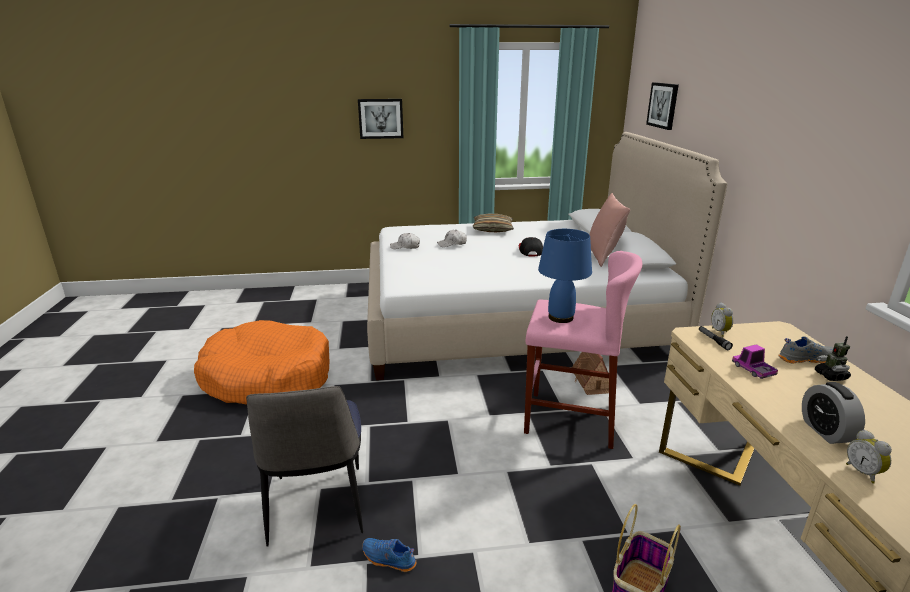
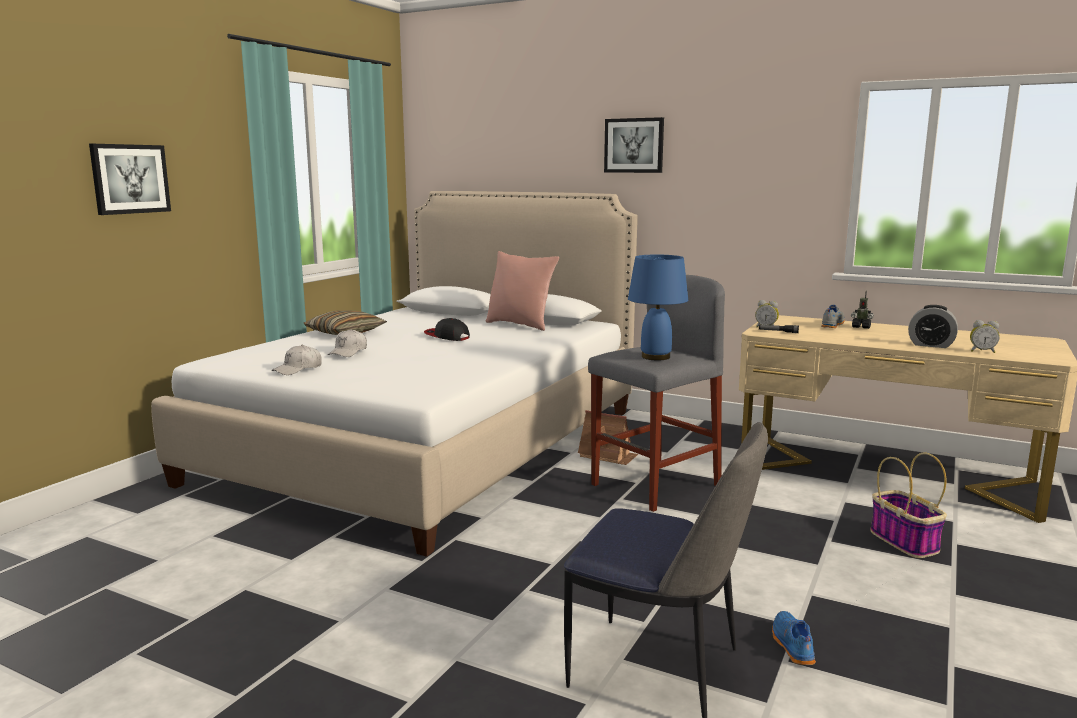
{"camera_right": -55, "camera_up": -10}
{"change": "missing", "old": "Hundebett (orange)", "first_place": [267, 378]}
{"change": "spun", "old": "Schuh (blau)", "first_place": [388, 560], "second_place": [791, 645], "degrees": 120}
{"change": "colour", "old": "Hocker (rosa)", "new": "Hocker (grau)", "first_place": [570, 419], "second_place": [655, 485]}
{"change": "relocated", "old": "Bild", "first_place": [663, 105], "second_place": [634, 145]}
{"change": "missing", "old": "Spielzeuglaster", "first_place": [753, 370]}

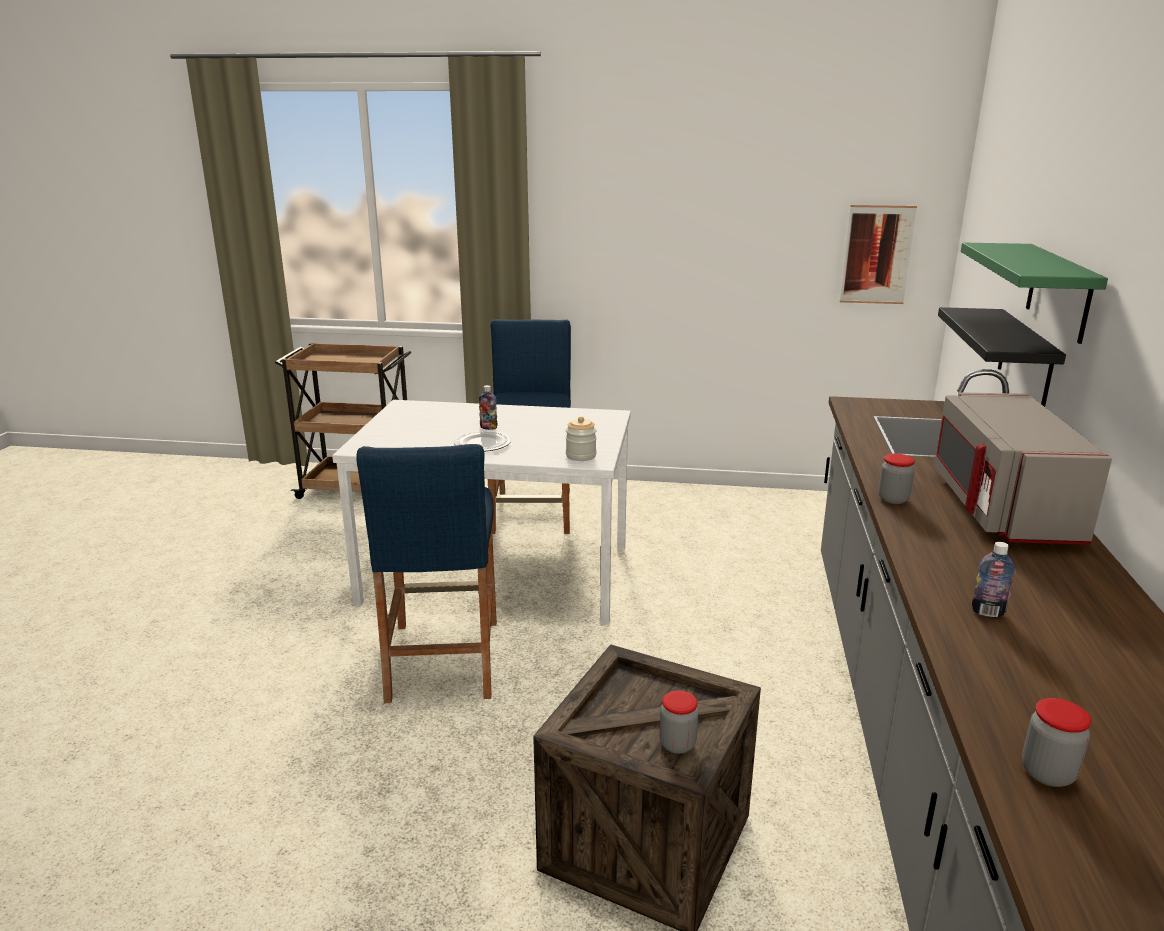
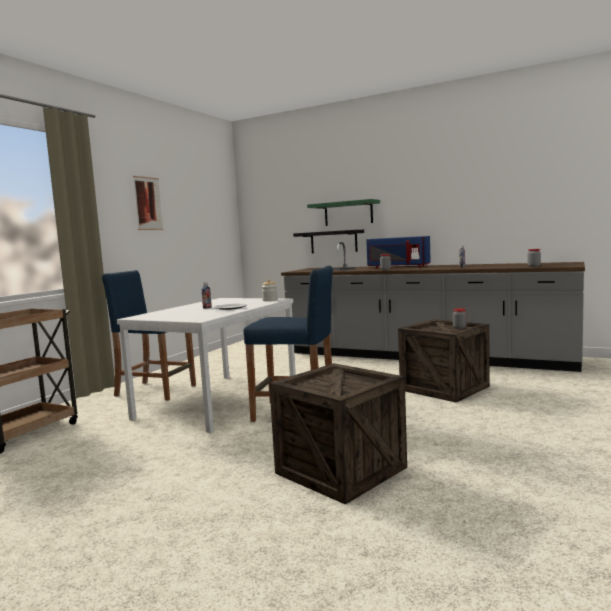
{"camera_right": -70, "camera_up": -15}
{"change": "relocated", "old": "Bild", "first_place": [877, 255], "second_place": [148, 203]}
{"change": "colour", "old": "Mikrowelle (grau)", "new": "Mikrowelle (blau)", "first_place": [1000, 507], "second_place": [398, 267]}
{"change": "appeared", "new": "Kiste", "second_place": [341, 470]}

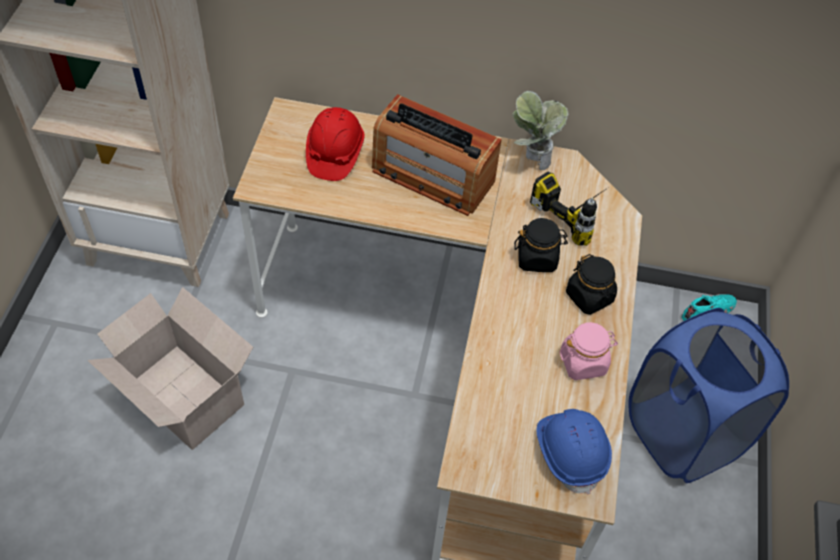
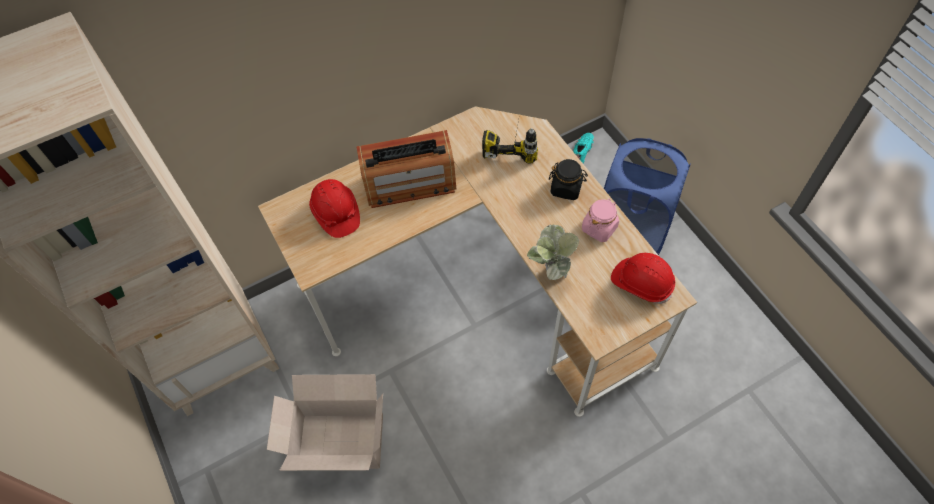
{"camera_right": -35, "camera_up": 5}
{"change": "relocated", "old": "Topfpflanze", "first_place": [531, 159], "second_place": [551, 274]}
{"change": "missing", "old": "Vorratsglas (schwarz)", "first_place": [537, 258]}
{"change": "colour", "old": "Schutzhelm (blau)", "new": "Schutzhelm (rot)", "first_place": [570, 452], "second_place": [641, 283]}

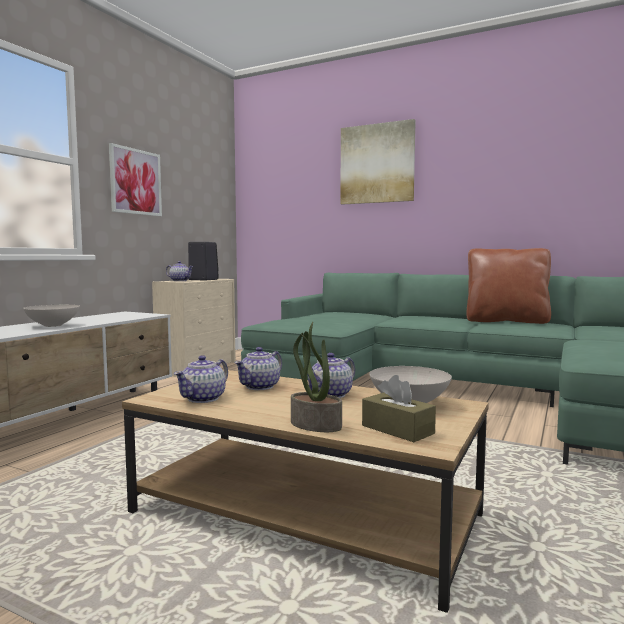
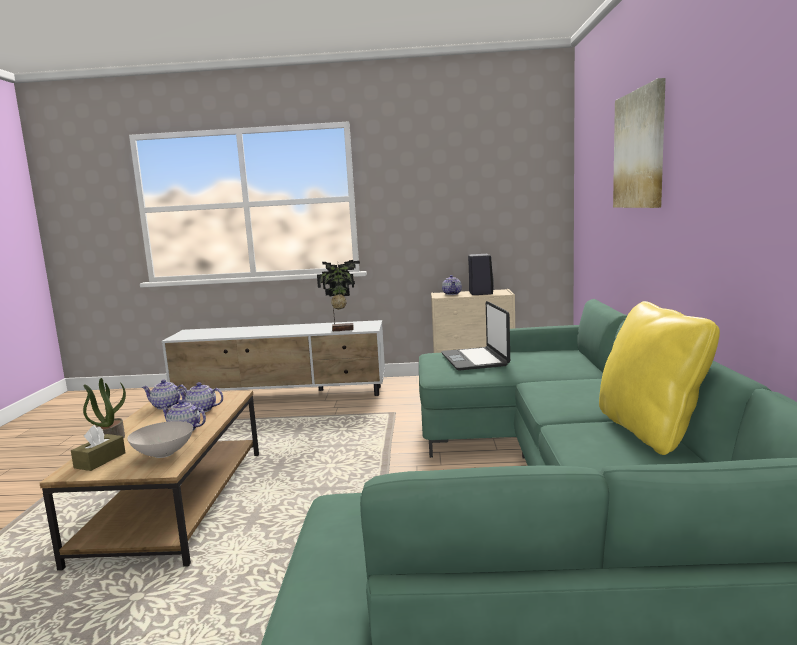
{"camera_right": 65, "camera_up": 5}
{"change": "missing", "old": "Schüssel (weiß)", "first_place": [52, 325]}
{"change": "missing", "old": "Bild", "first_place": [135, 182]}
{"change": "colour", "old": "Kissen (braun)", "new": "Kissen (gelb)", "first_place": [506, 321], "second_place": [650, 431]}
{"change": "appeared", "new": "Topfpflanze", "second_place": [342, 329]}
{"change": "appeared", "new": "Laptop", "second_place": [475, 360]}

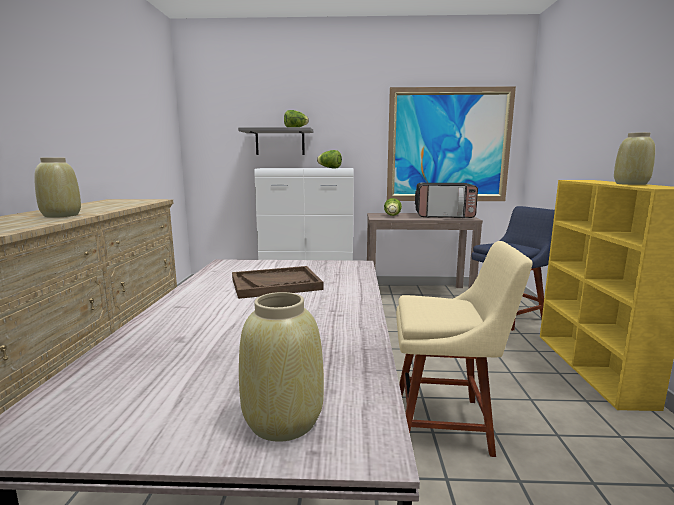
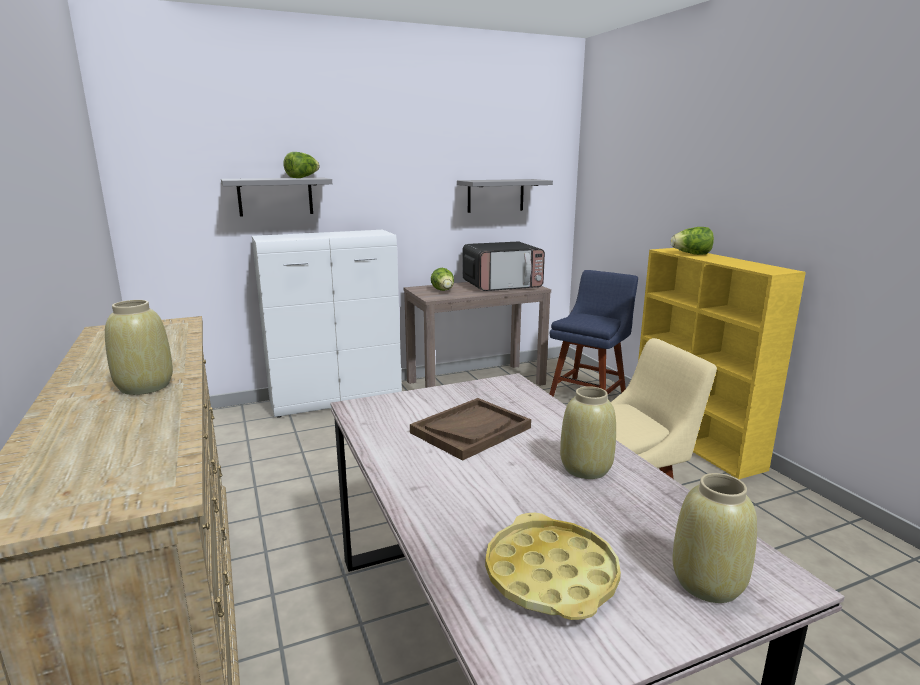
{"camera_right": -25, "camera_up": 5}
{"change": "relocated", "old": "Salatkopf", "first_place": [329, 168], "second_place": [691, 254]}
{"change": "exchanged", "old": "Bild", "new": "Wandregal (grau)", "first_place": [448, 145], "second_place": [495, 195]}
{"change": "relocated", "old": "Vase (beige)", "first_place": [631, 184], "second_place": [586, 469]}
{"change": "appeared", "new": "Tablett (gelb)", "second_place": [550, 575]}

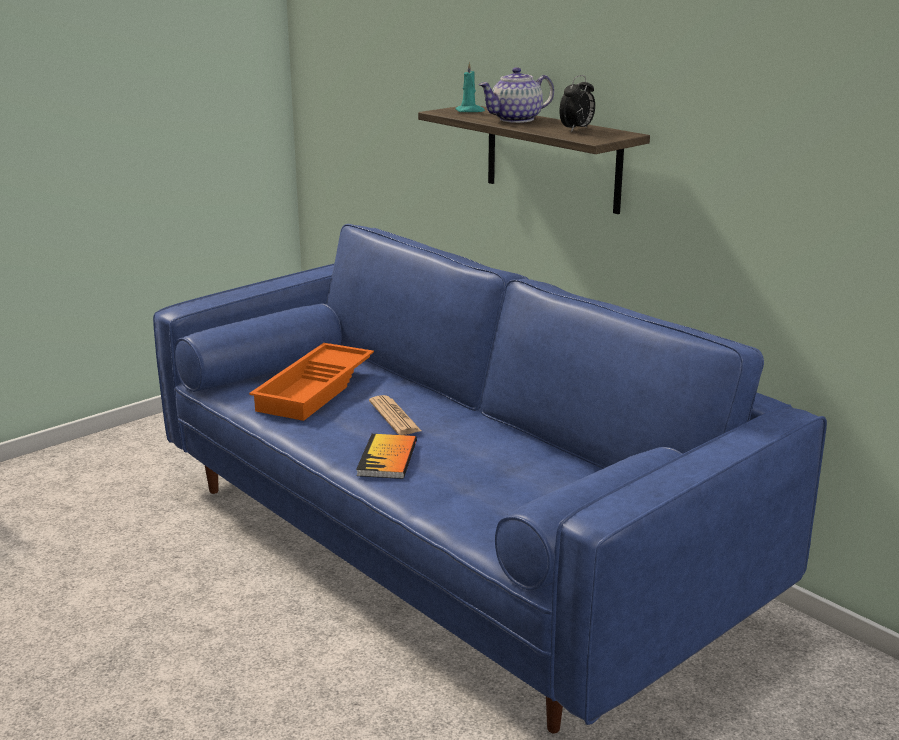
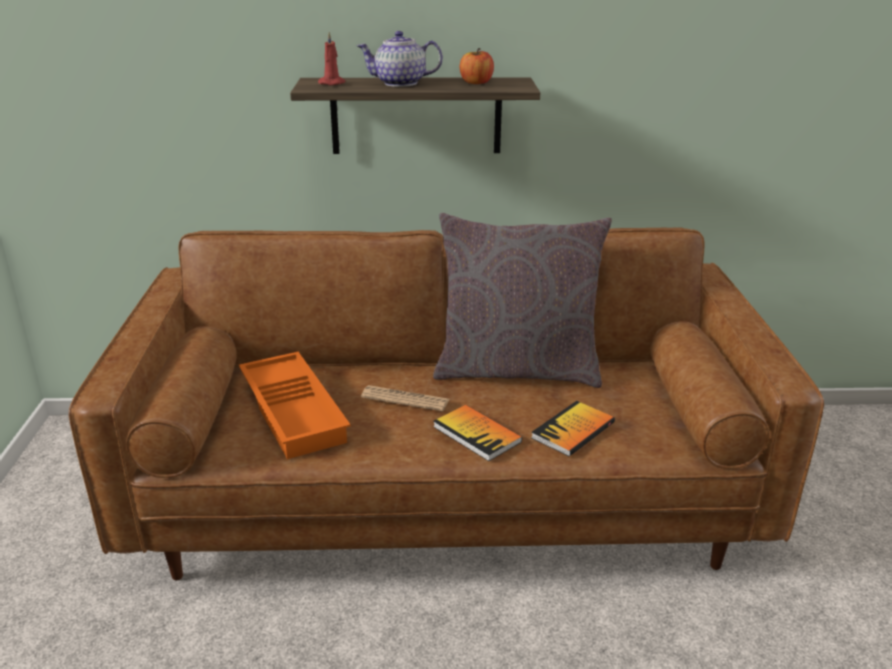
{"camera_right": -50, "camera_up": 5}
{"change": "colour", "old": "Sofa (blau)", "new": "Sofa (braun)", "first_place": [449, 545], "second_place": [445, 492]}
{"change": "colour", "old": "Kerze (türkis)", "new": "Kerze (rot)", "first_place": [470, 111], "second_place": [332, 83]}
{"change": "spun", "old": "Teekanne", "first_place": [516, 119], "second_place": [399, 83], "degrees": 75}
{"change": "exchanged", "old": "Wecker", "new": "Apfel", "first_place": [576, 130], "second_place": [476, 82]}
{"change": "appeared", "new": "Kissen (grau)", "second_place": [517, 369]}
{"change": "appeared", "new": "Buch", "second_place": [573, 430]}

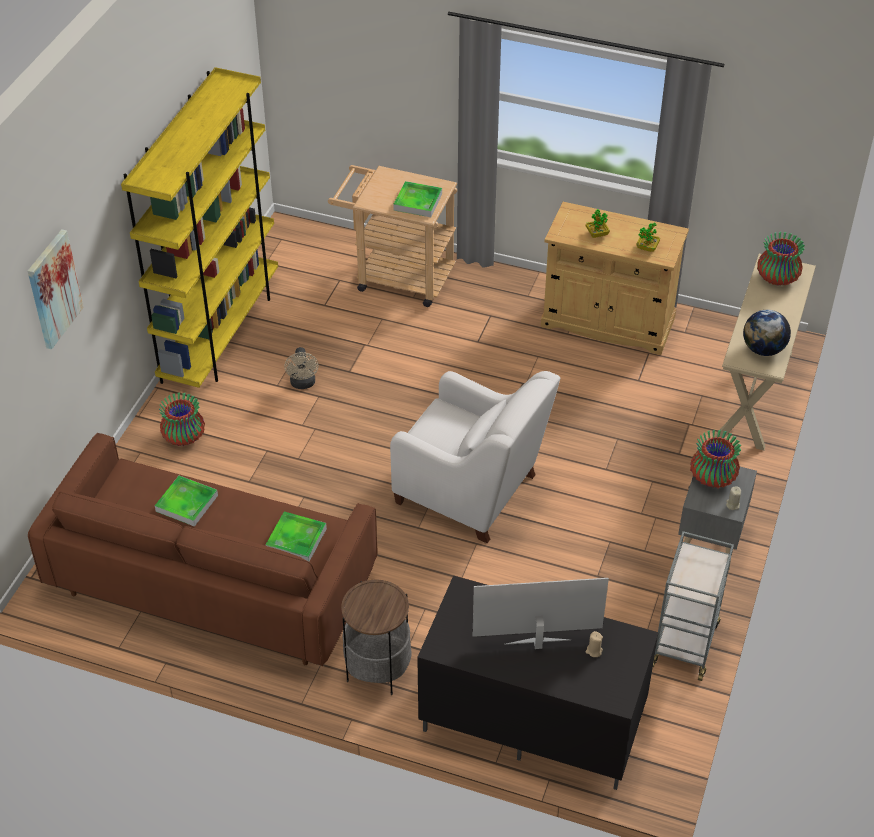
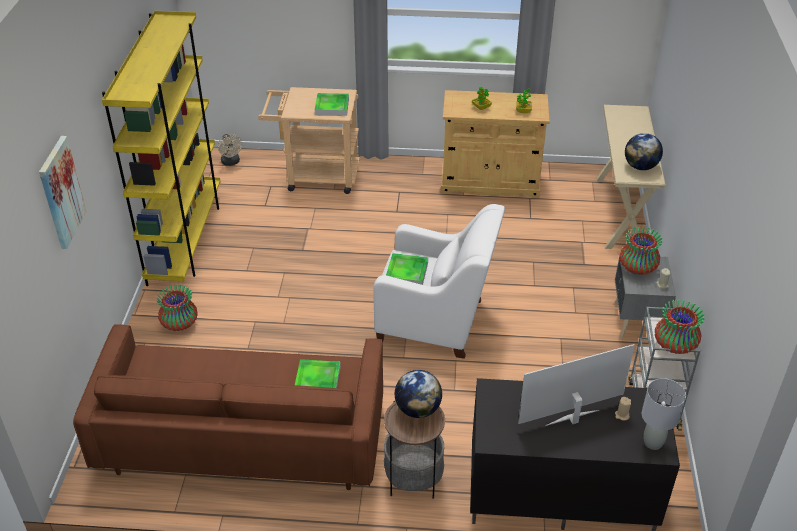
{"camera_right": -15, "camera_up": -5}
{"change": "relocated", "old": "Tablett", "first_place": [187, 503], "second_place": [407, 272]}
{"change": "relocated", "old": "Ventilator (beige)", "first_place": [303, 384], "second_place": [231, 162]}
{"change": "relocated", "old": "Vase", "first_place": [777, 278], "second_place": [674, 345]}
{"change": "appeared", "new": "Globus", "second_place": [418, 409]}
{"change": "appeared", "new": "Tischlampe (grau)", "second_place": [653, 442]}

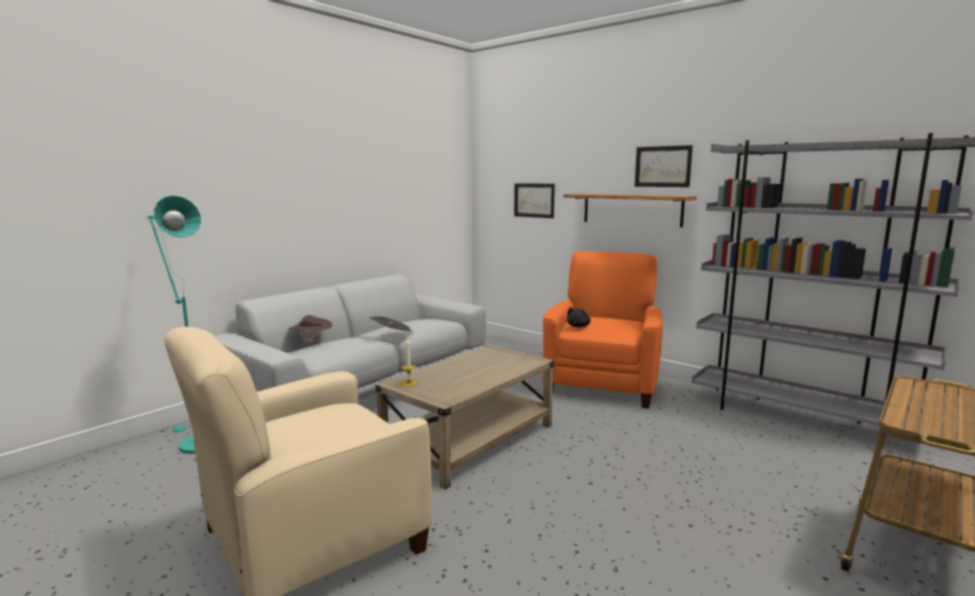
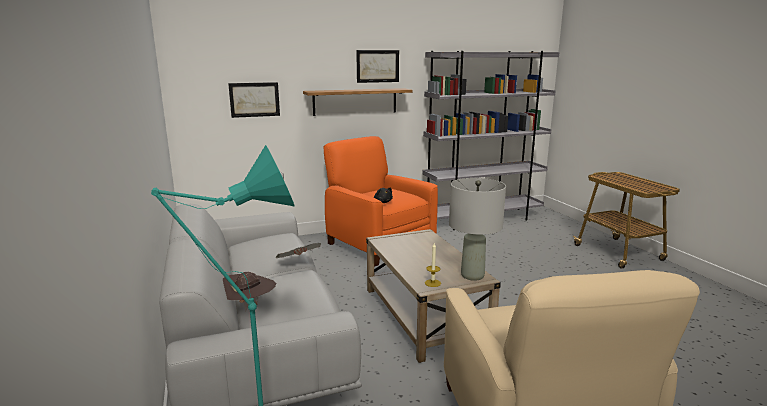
{"camera_right": -60, "camera_up": 5}
{"change": "appeared", "new": "Tischlampe (grau)", "second_place": [472, 275]}

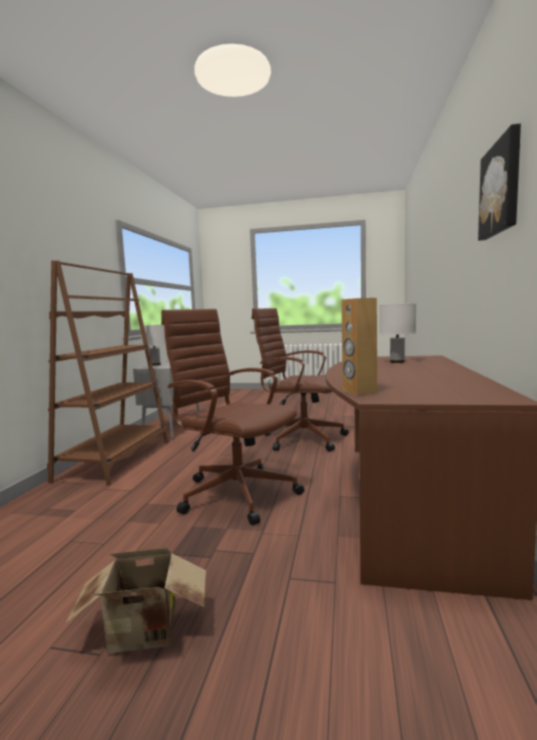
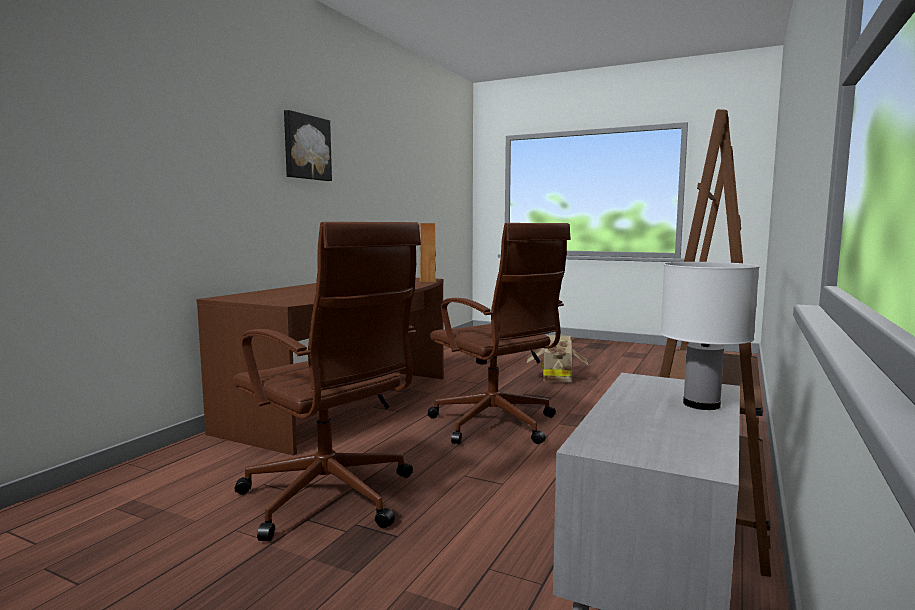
{"camera_right": -165, "camera_up": 0}
{"change": "missing", "old": "Tischlampe (weiß)", "first_place": [397, 362]}

